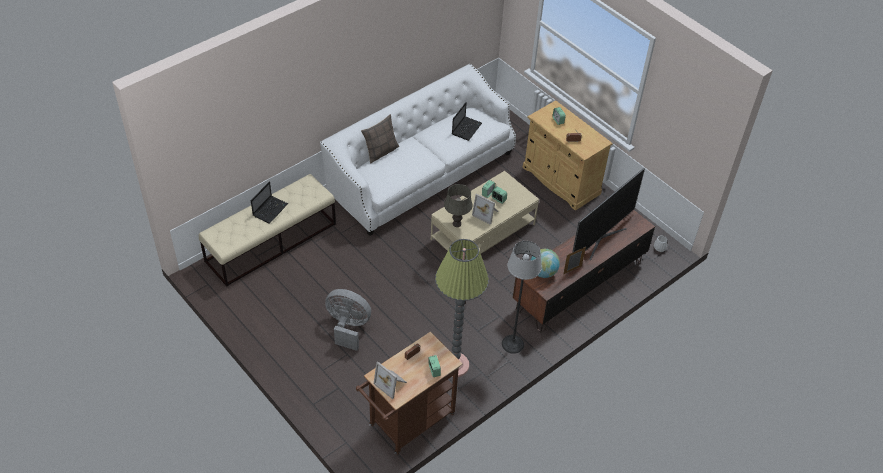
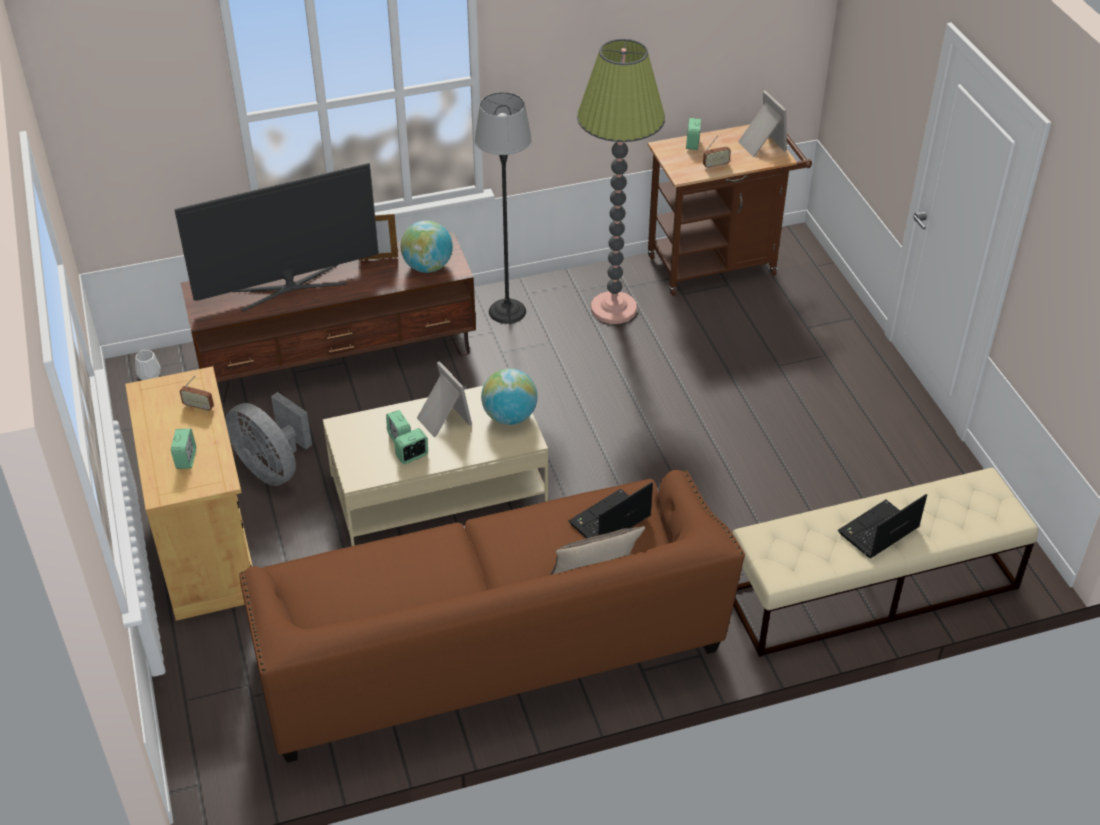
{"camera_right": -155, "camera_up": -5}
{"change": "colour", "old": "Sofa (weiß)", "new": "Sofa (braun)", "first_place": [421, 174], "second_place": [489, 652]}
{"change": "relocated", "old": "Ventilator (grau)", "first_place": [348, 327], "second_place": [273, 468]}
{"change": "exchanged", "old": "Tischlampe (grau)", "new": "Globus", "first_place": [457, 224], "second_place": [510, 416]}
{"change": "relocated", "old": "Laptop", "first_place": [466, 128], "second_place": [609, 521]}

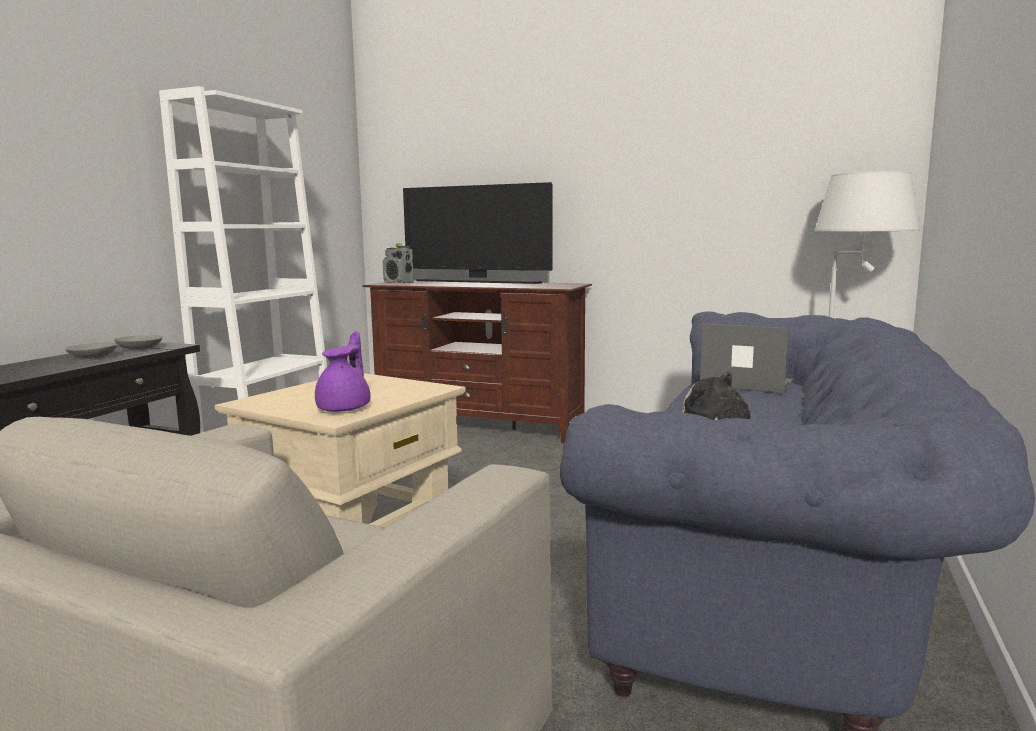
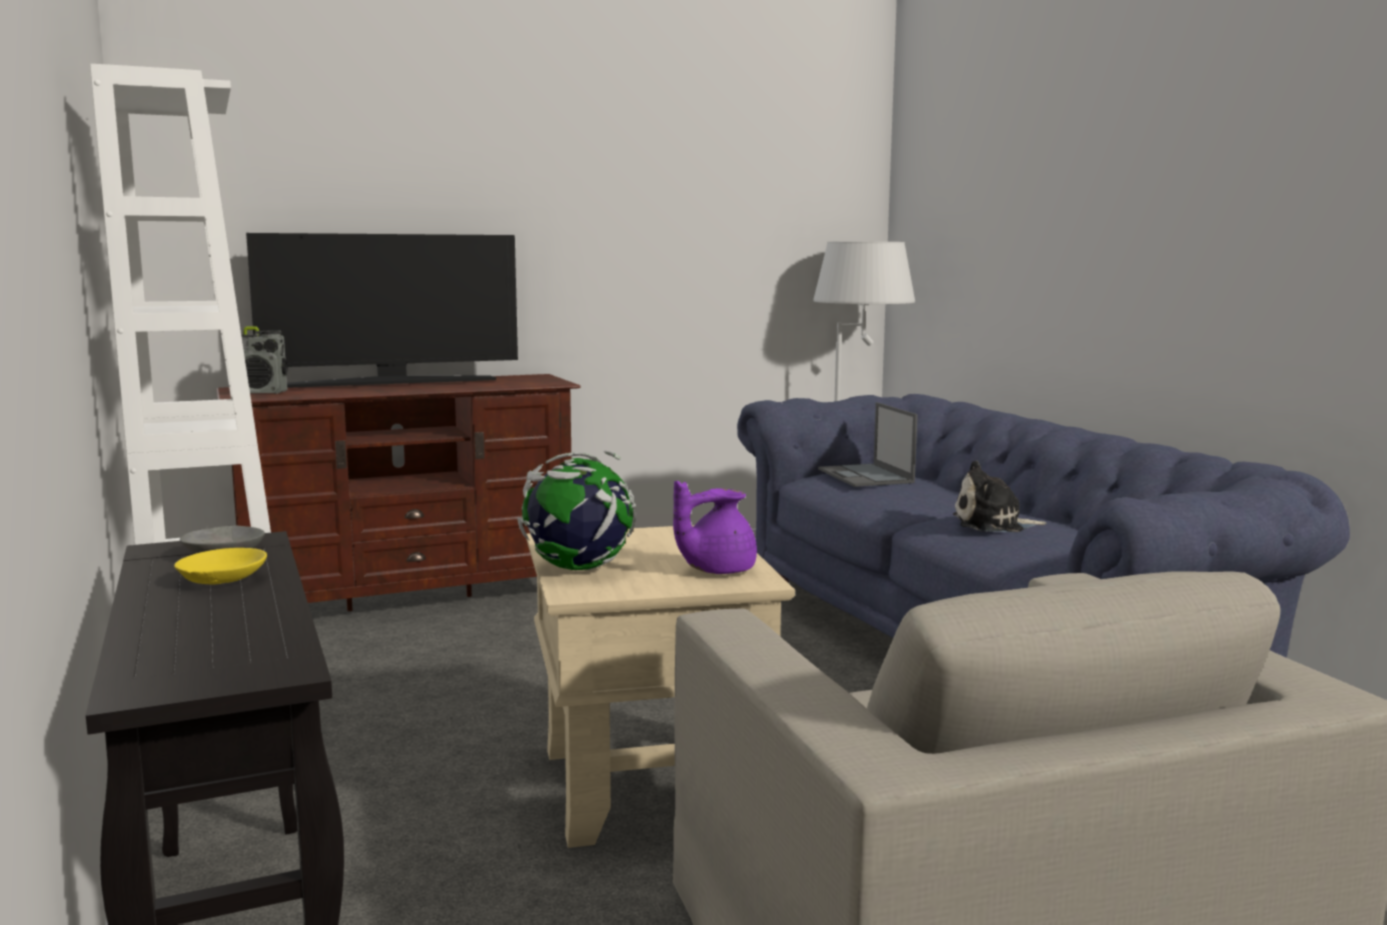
{"camera_right": -45, "camera_up": 0}
{"change": "colour", "old": "Schüssel (grau)", "new": "Schüssel (gelb)", "first_place": [92, 357], "second_place": [221, 580]}
{"change": "spun", "old": "Teekanne (lila)", "first_place": [345, 408], "second_place": [716, 570], "degrees": -90}
{"change": "spun", "old": "Laptop", "first_place": [745, 383], "second_place": [866, 476], "degrees": -90}
{"change": "appeared", "new": "Globus", "second_place": [578, 568]}

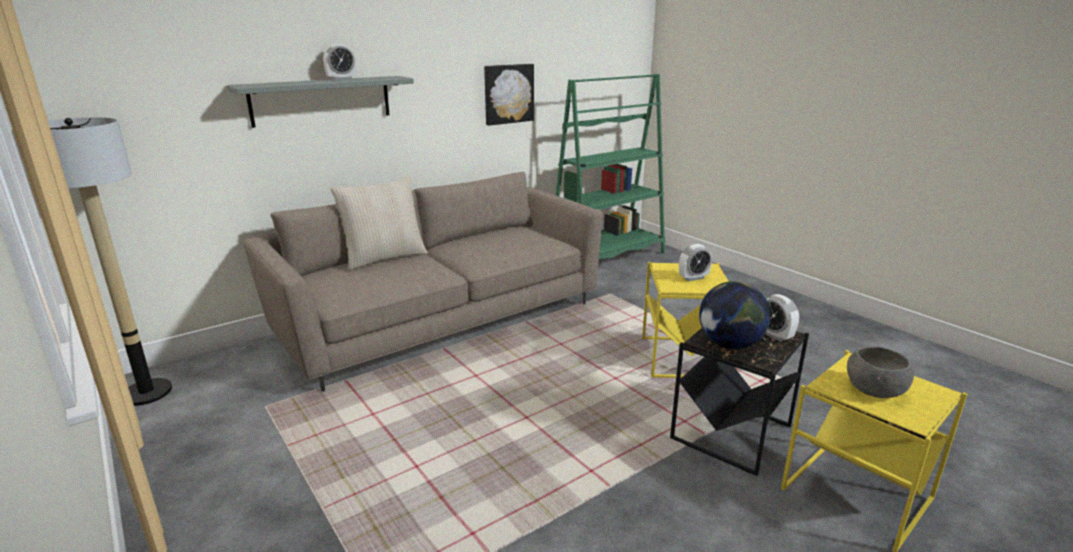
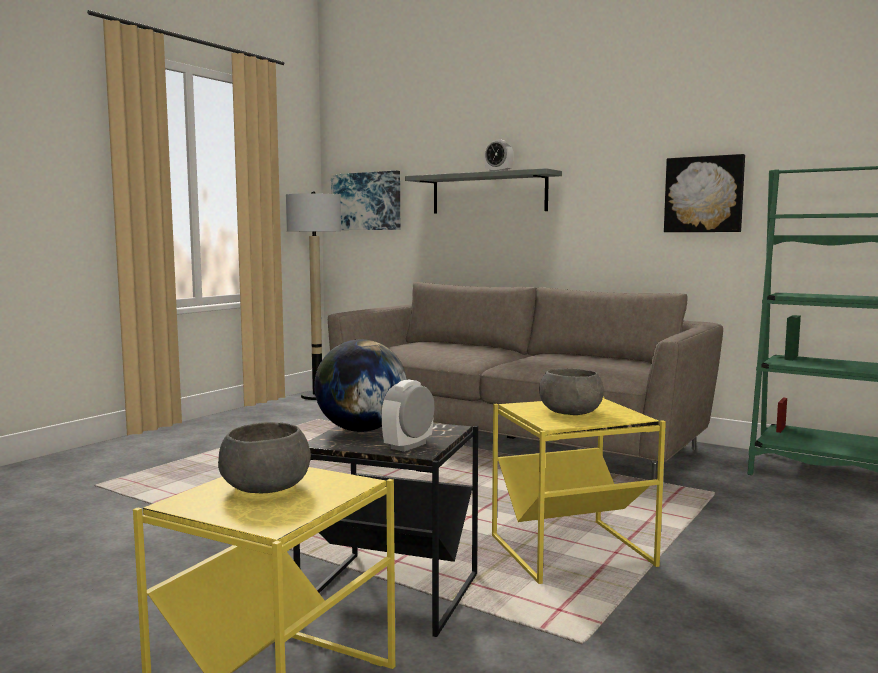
{"camera_right": 70, "camera_up": -15}
{"change": "missing", "old": "Kissen (beige)", "first_place": [384, 258]}
{"change": "exchanged", "old": "Wecker", "new": "Schüssel (grau)", "first_place": [693, 278], "second_place": [571, 412]}
{"change": "appeared", "new": "Bild", "second_place": [366, 201]}

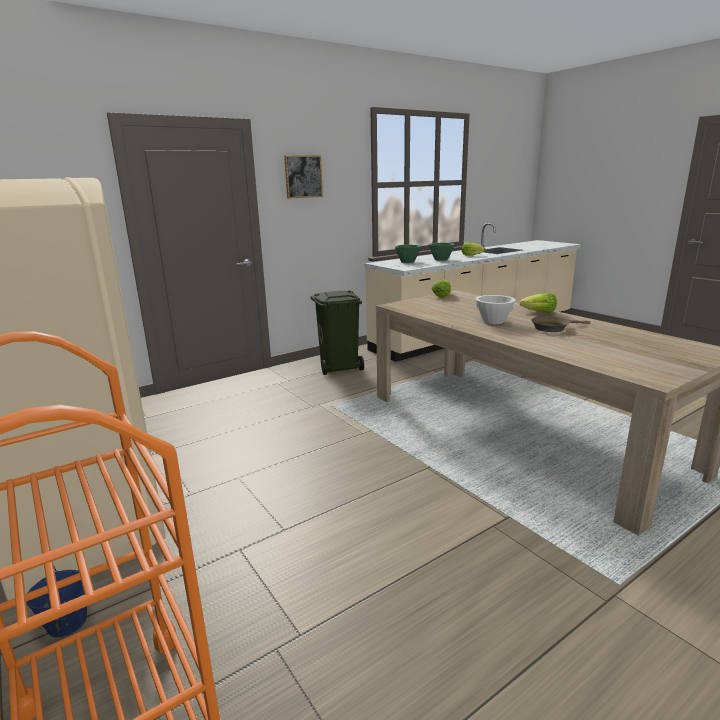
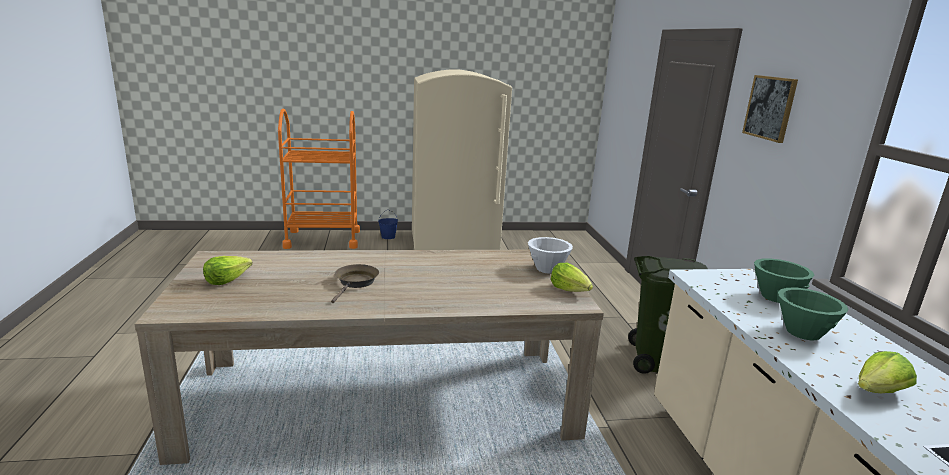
{"camera_right": 115, "camera_up": 0}
{"change": "relocated", "old": "Schüssel (weiß)", "first_place": [493, 321], "second_place": [547, 269]}
{"change": "relocated", "old": "Salatkopf", "first_place": [539, 312], "second_place": [227, 280]}

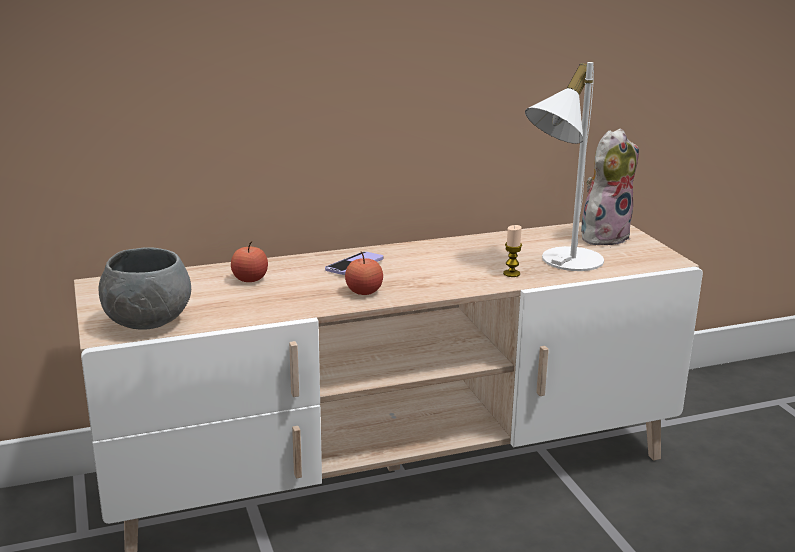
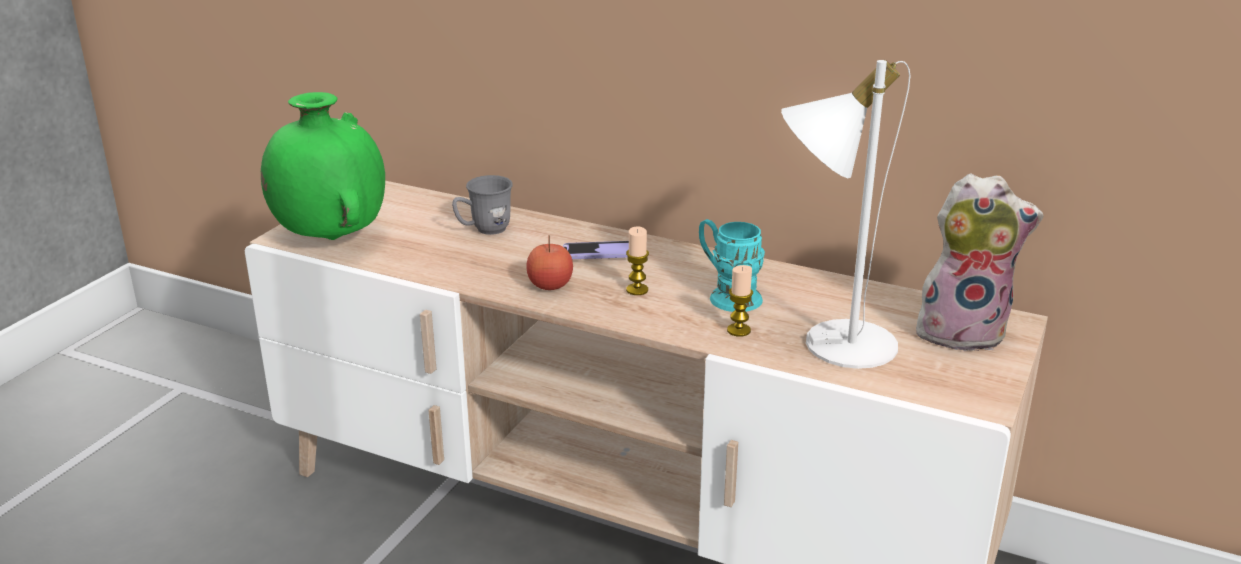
{"camera_right": 45, "camera_up": 5}
{"change": "exchanged", "old": "Schüssel (grau)", "new": "Vase (grün)", "first_place": [147, 322], "second_place": [331, 238]}
{"change": "exchanged", "old": "Apfel", "new": "Henkelbecher (grau)", "first_place": [250, 279], "second_place": [484, 230]}
{"change": "appeared", "new": "Kerze", "second_place": [637, 290]}
{"change": "appeared", "new": "Henkelbecher (türkis)", "second_place": [727, 295]}

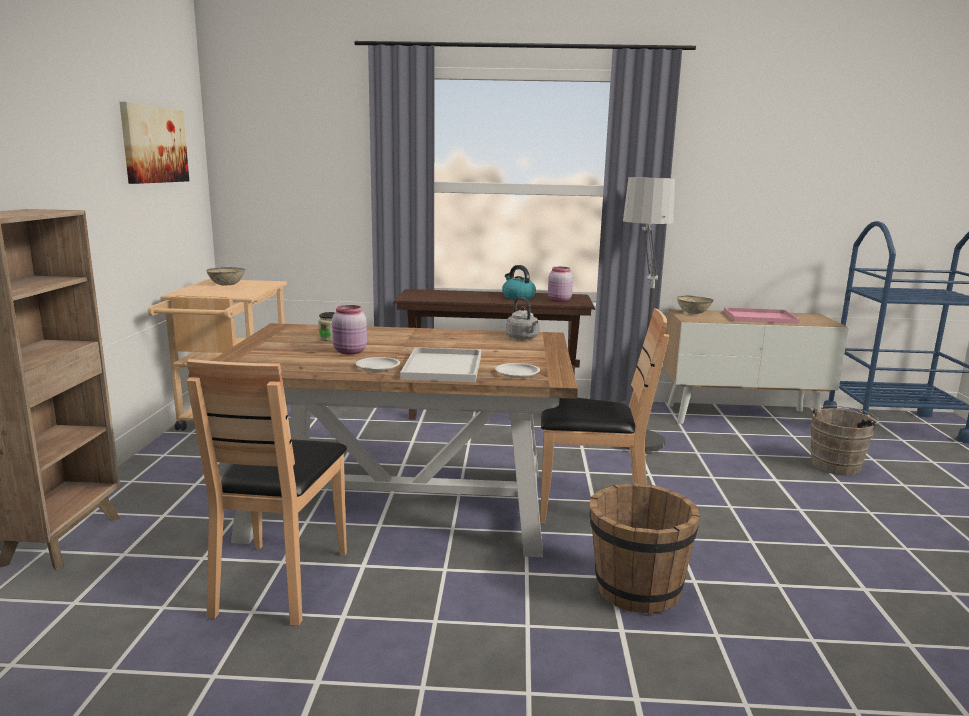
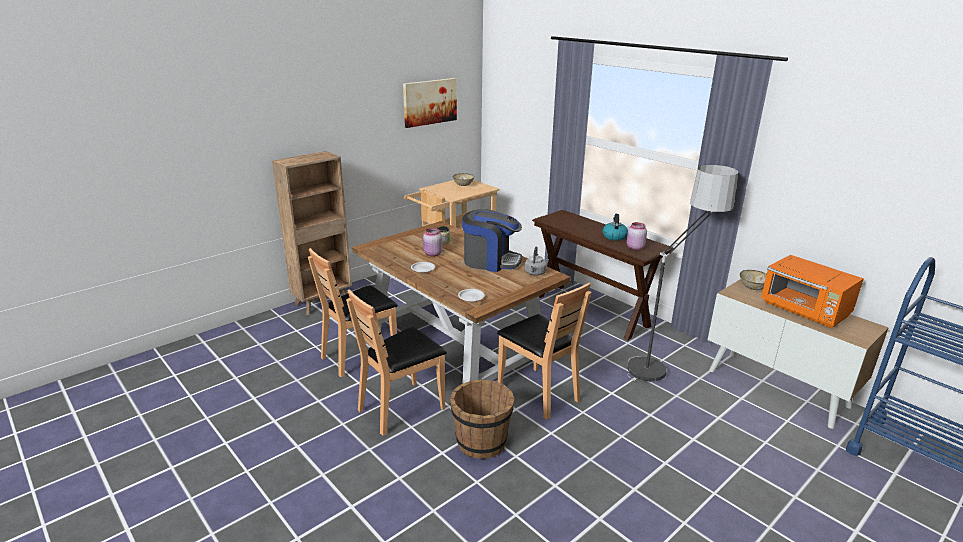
{"camera_right": 45, "camera_up": 10}
{"change": "missing", "old": "Tablett (weiß)", "first_place": [444, 367]}
{"change": "exchanged", "old": "Tablett (rosa)", "new": "Mikrowelle (orange)", "first_place": [761, 317], "second_place": [805, 311]}
{"change": "missing", "old": "Eimer (braun)", "first_place": [836, 465]}
{"change": "appeared", "new": "Stuhl (braun)", "second_place": [401, 408]}
{"change": "appeared", "new": "Kaffeemaschine", "second_place": [490, 261]}

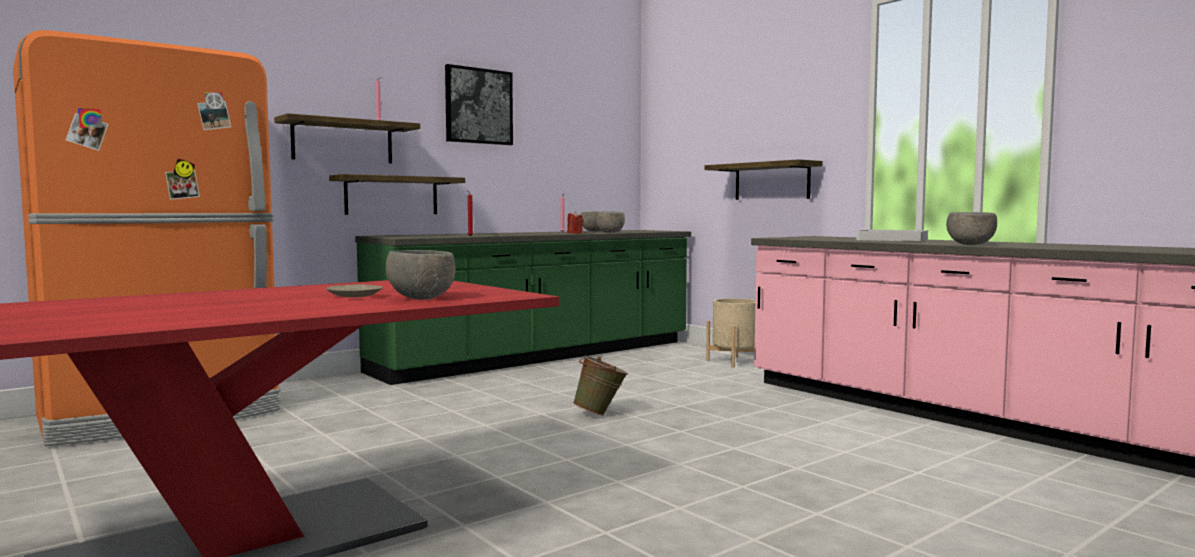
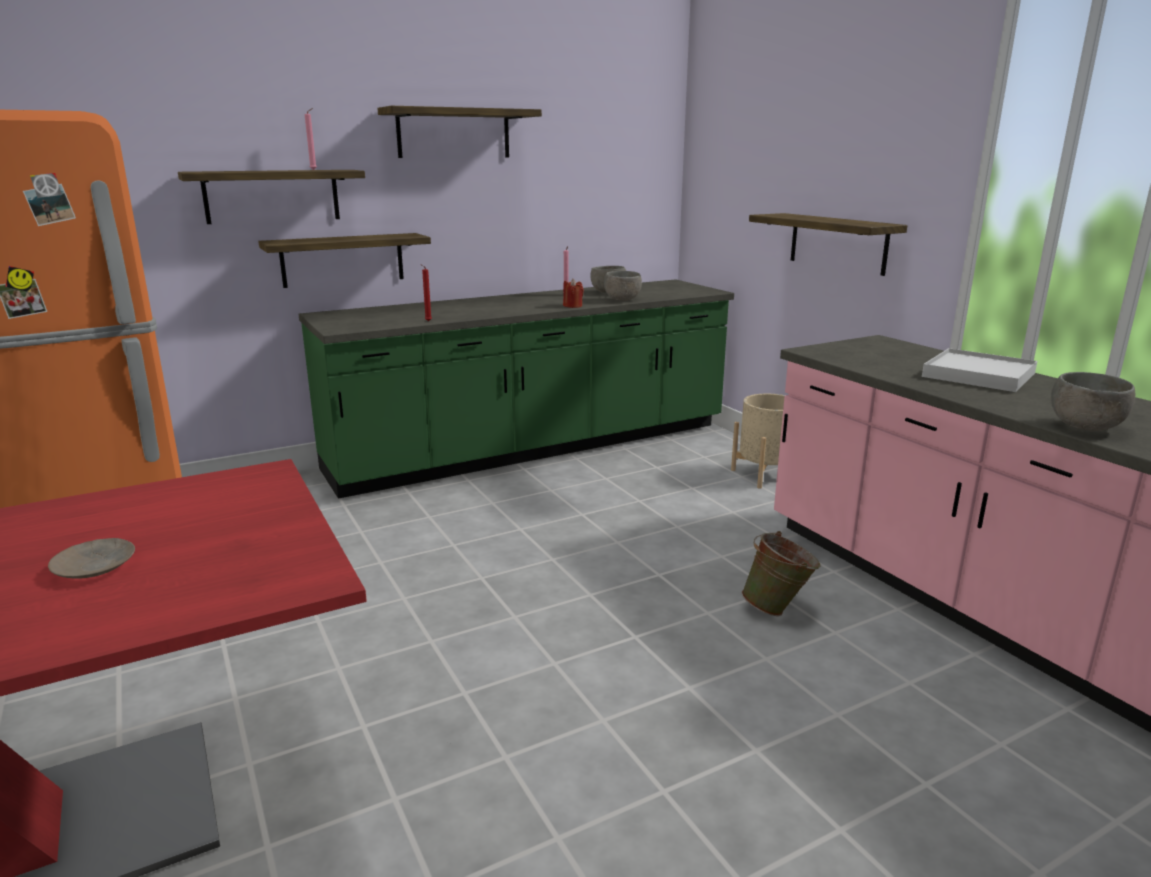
{"camera_right": 10, "camera_up": 15}
{"change": "missing", "old": "Schüssel (grau)", "first_place": [421, 298]}
{"change": "exchanged", "old": "Bild", "new": "Wandregal", "first_place": [478, 106], "second_place": [454, 133]}
{"change": "relocated", "old": "Eimer (grün)", "first_place": [601, 414], "second_place": [778, 609]}

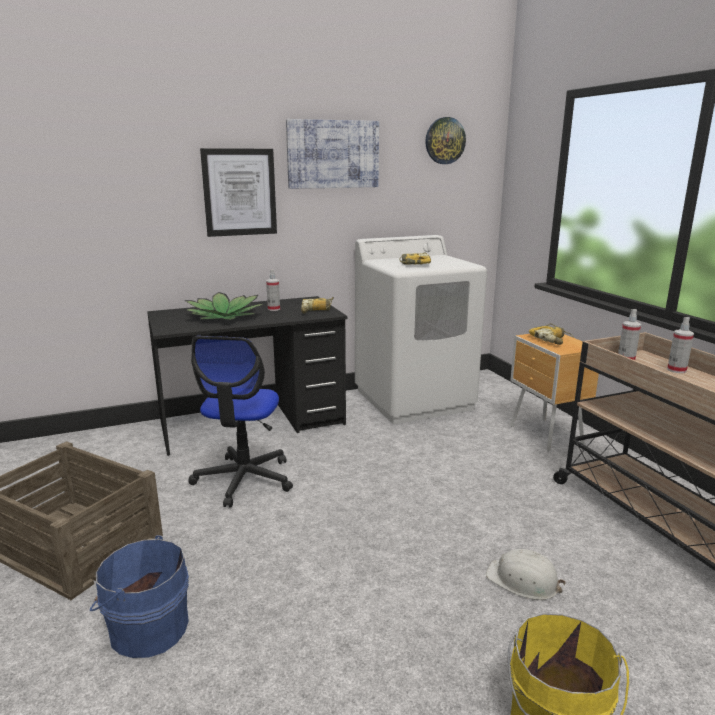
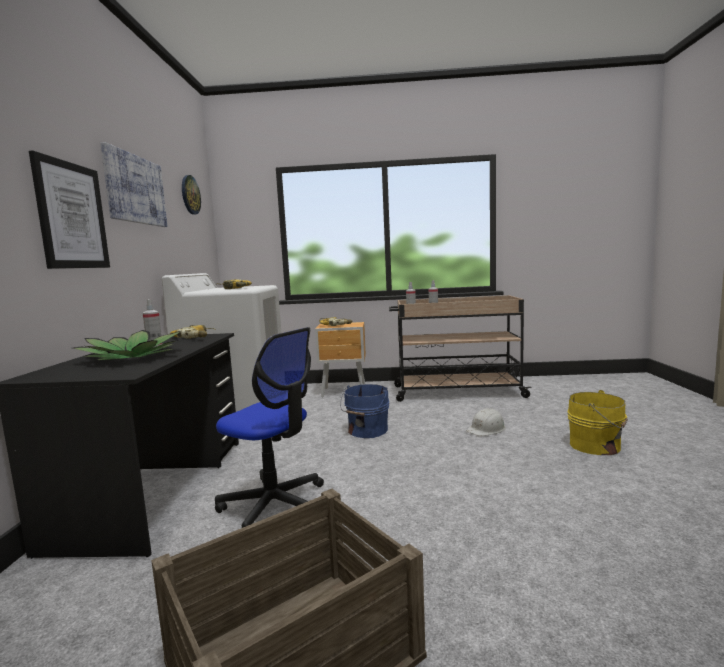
{"camera_right": -65, "camera_up": -10}
{"change": "relocated", "old": "Eimer (blau)", "first_place": [147, 628], "second_place": [366, 431]}

